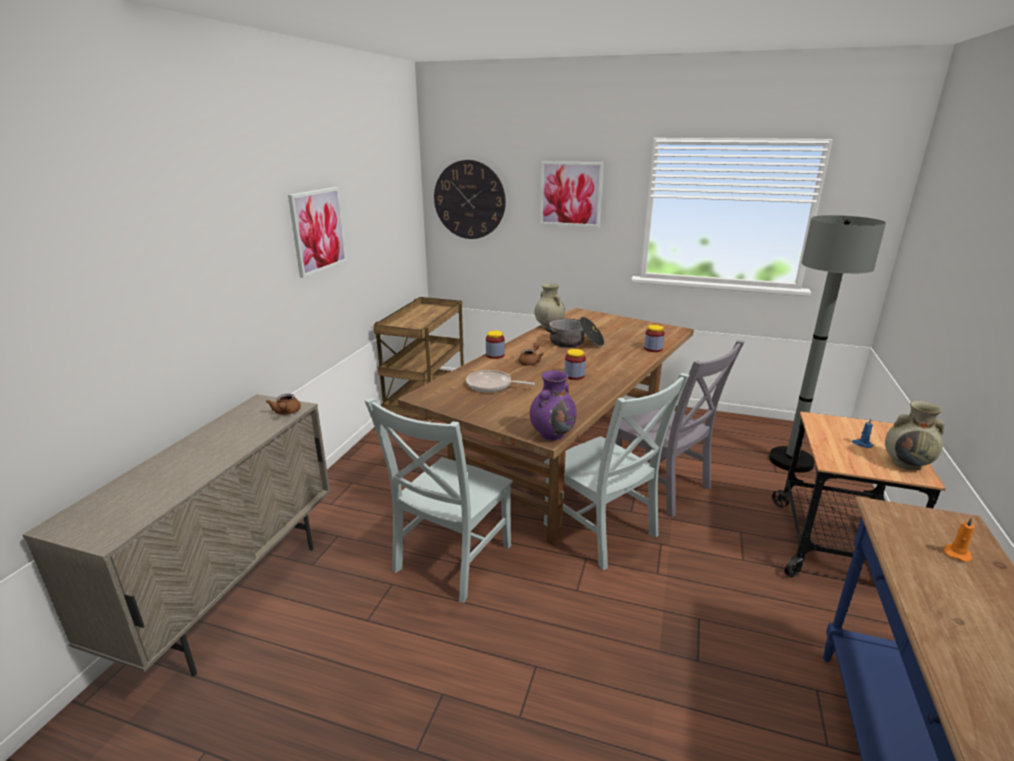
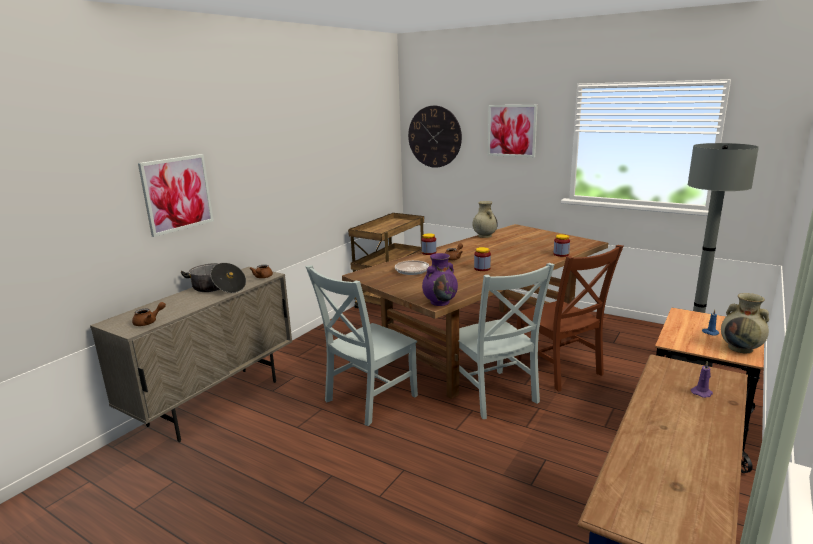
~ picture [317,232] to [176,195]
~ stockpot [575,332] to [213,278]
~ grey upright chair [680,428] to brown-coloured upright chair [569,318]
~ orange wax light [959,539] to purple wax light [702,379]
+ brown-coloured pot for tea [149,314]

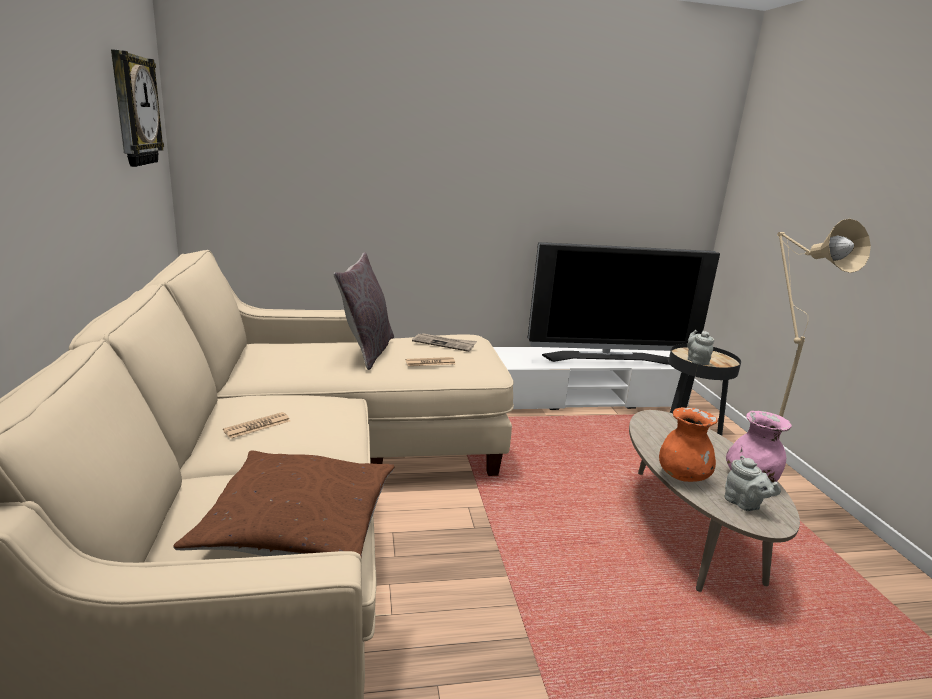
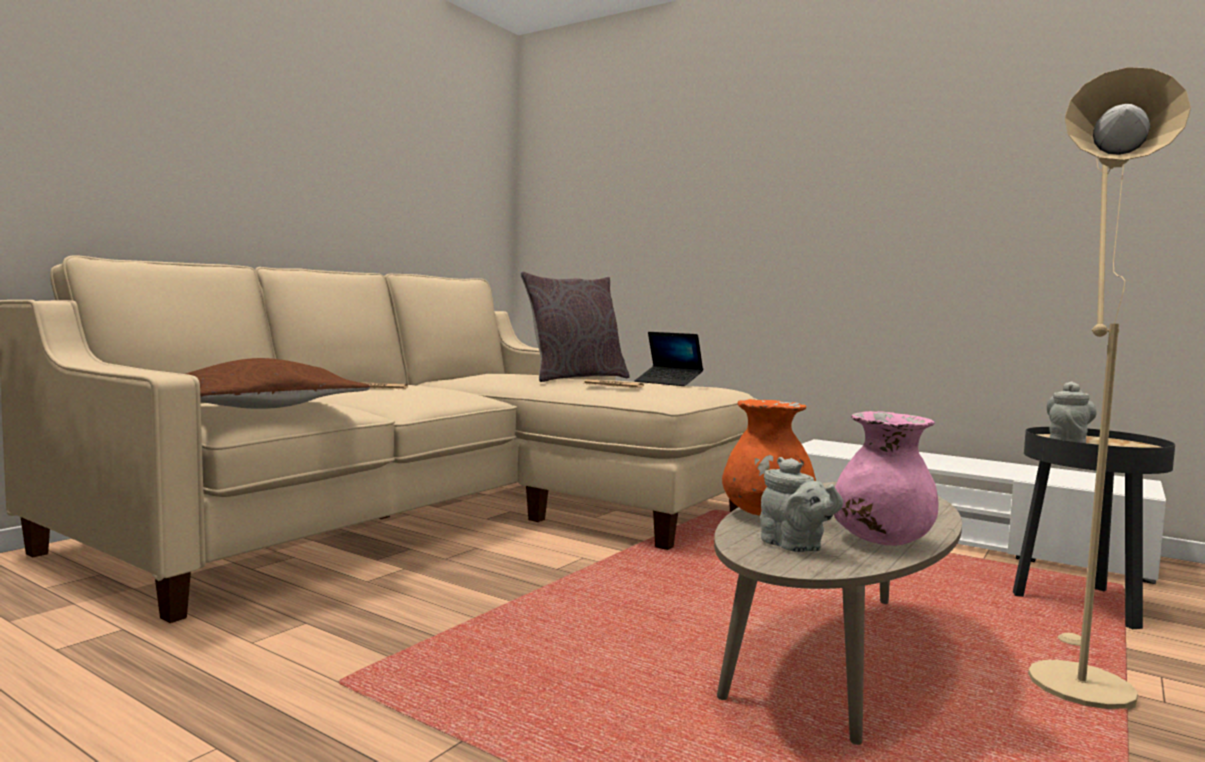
- clock on the wall [137,108]
- television [624,303]
~ daily paper [444,342] to laptop [669,359]
~ grey pot for tea [752,483] = [801,504] 45 degrees counterclockwise

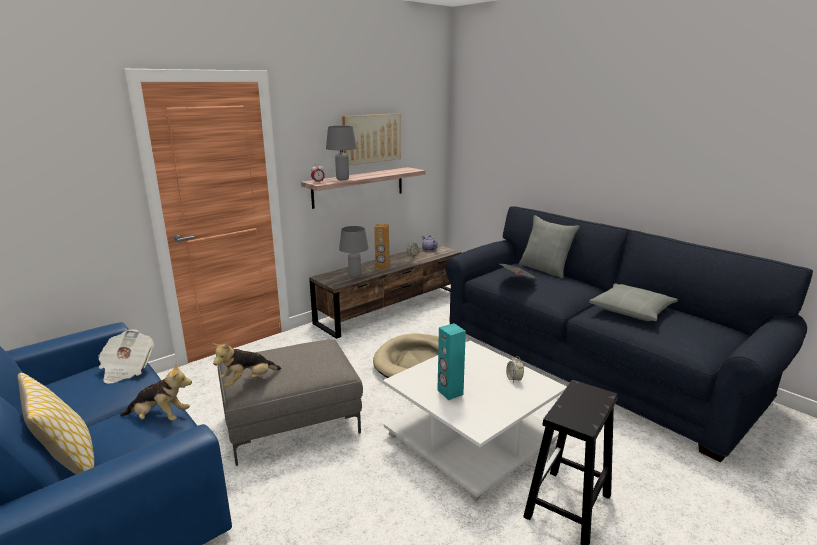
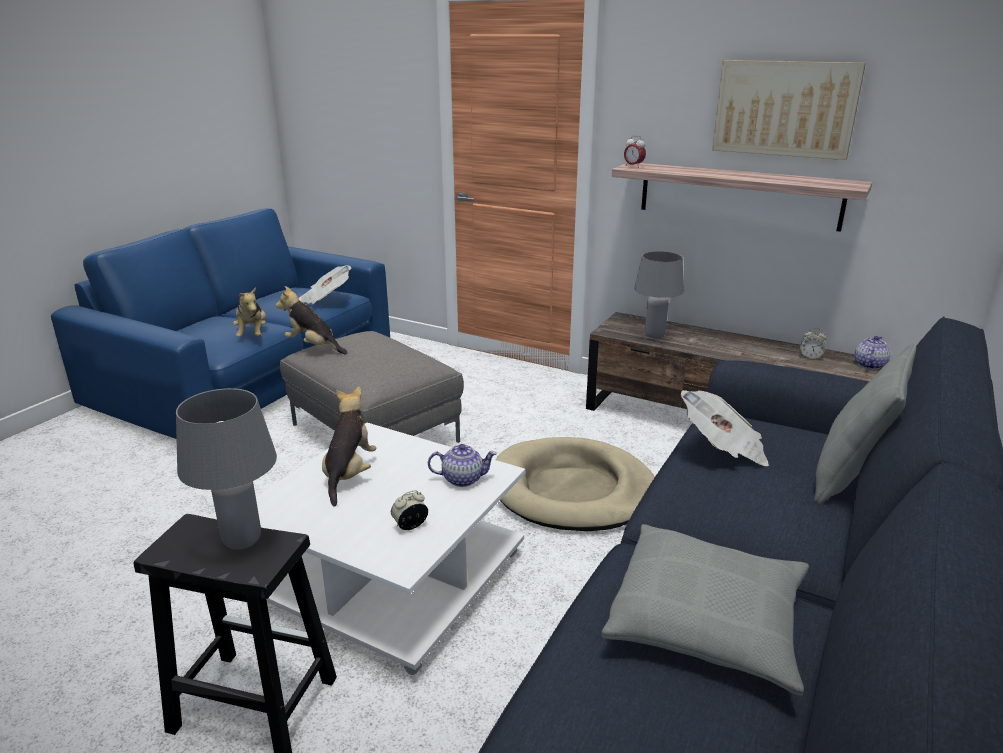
~ grey table lamp [341,153] to [226,468]
- brown-coloured loudspeaker [382,247]
~ blue-green loudspeaker [451,361] to plush toy [349,446]
- throw pillow [55,423]
+ pot for tea [462,465]

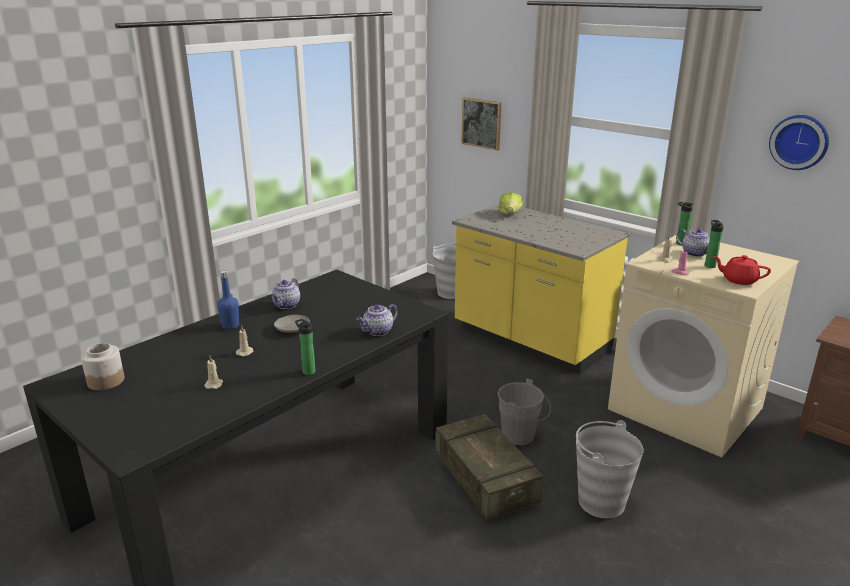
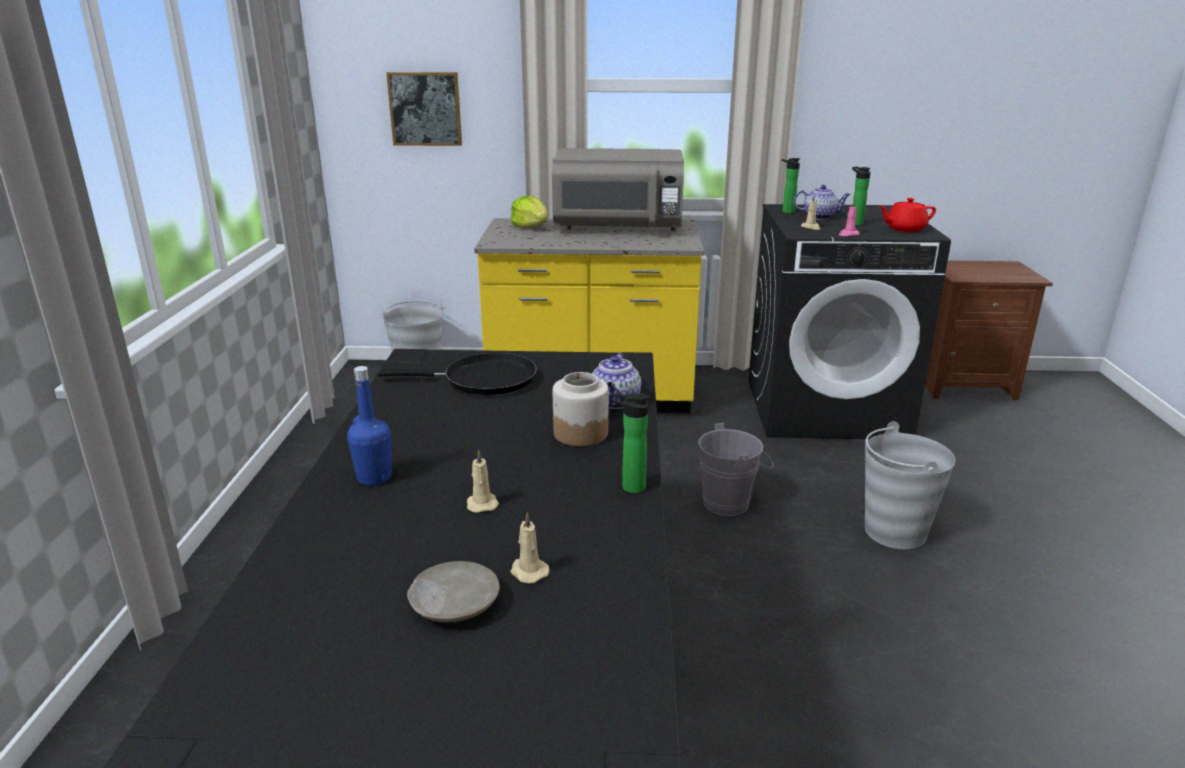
- clock on the wall [799,142]
~ beige-coloured laundry appliance [703,345] to black laundry appliance [849,321]
- pot for tea [286,293]
~ beige-coloured flat dish [292,324] to [453,592]
~ storage jar [103,366] to [581,409]
- shipping crate [489,467]
+ grey microwave [618,189]
+ black frying pan [457,374]

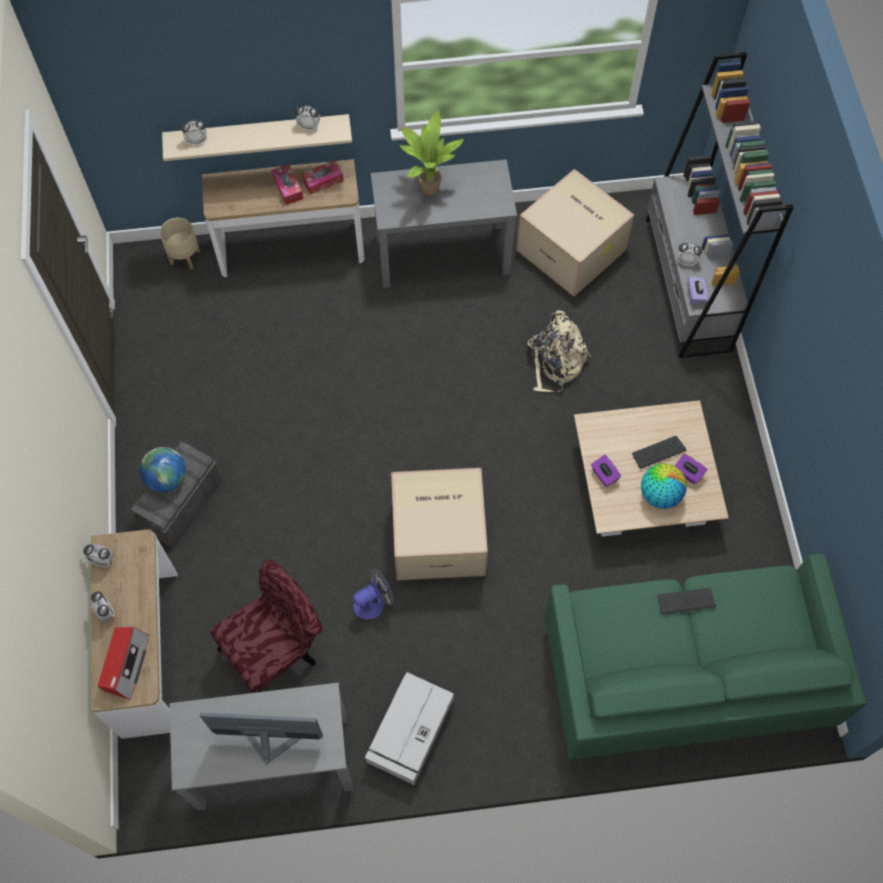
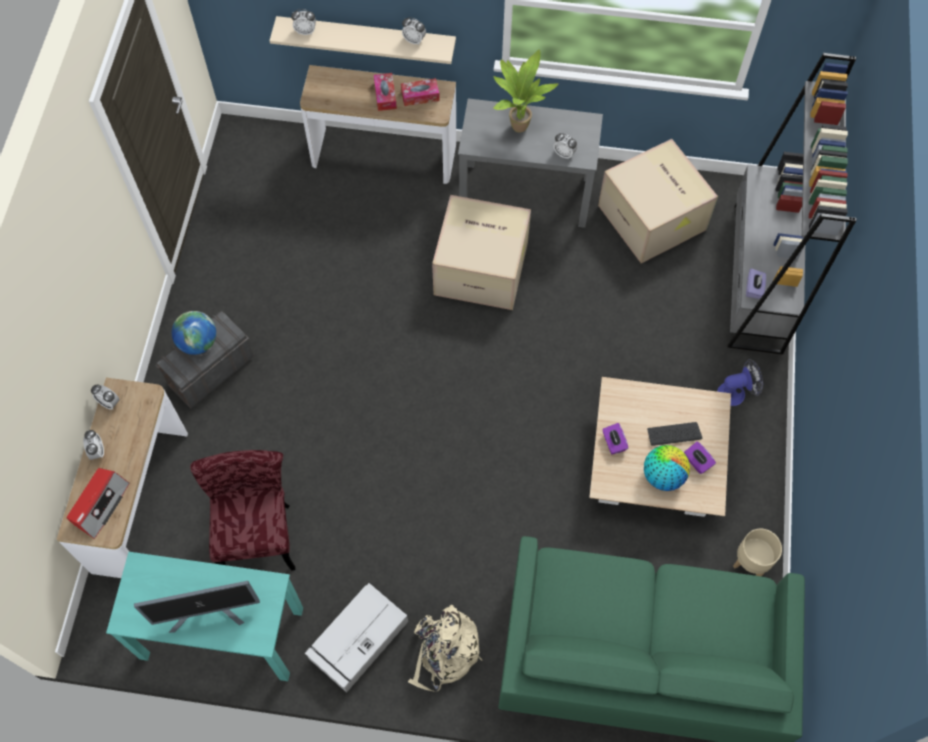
~ beige-coloured plant pot [180,243] to [757,553]
~ bedside clock [689,254] to [565,145]
~ beige-coloured rucksack [559,351] to [445,648]
~ carton [439,524] to [481,252]
~ red upright chair [266,626] = [242,510] 75 degrees counterclockwise
~ cooling fan [373,594] to [740,382]
- computer keyboard [686,601]
~ grey desk table [261,746] to blue-green desk table [204,616]
~ computer screen [261,739] = [197,607] 150 degrees clockwise

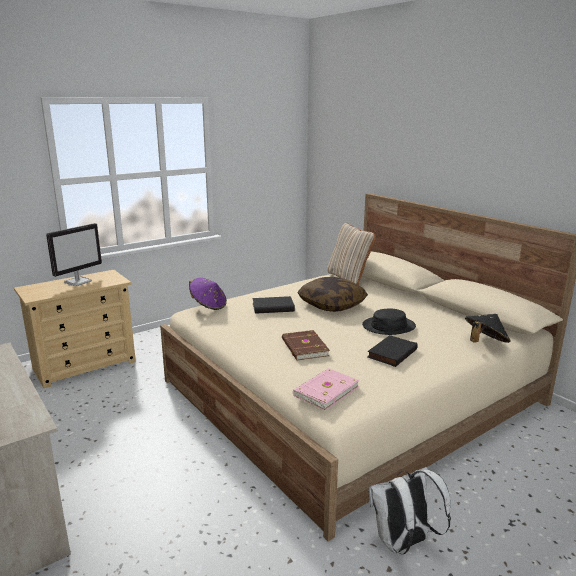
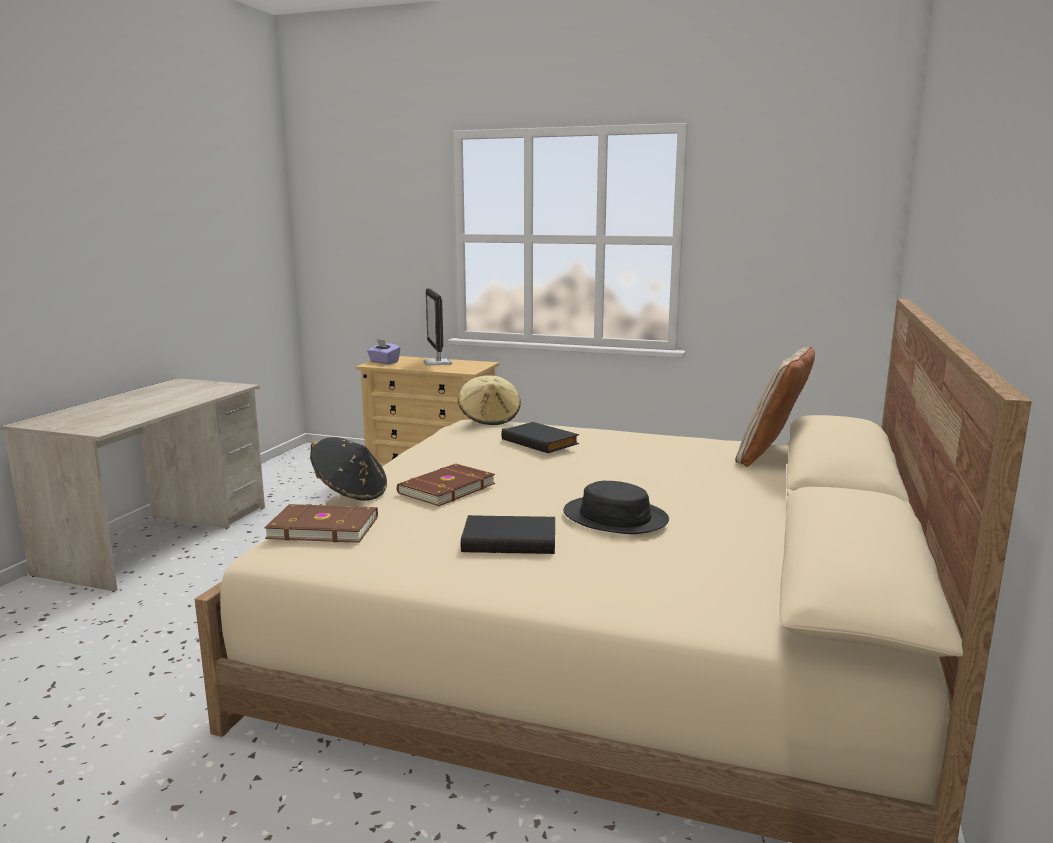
~ computer screen [74,254] = [438,327] 75 degrees clockwise
- throw pillow [332,294]
~ purple hat [208,294] to beige-coloured hat [489,400]
~ black hat [488,328] to [348,469]
~ pinkish bound book [326,389] to brown-coloured bound book [321,523]
- whitish rucksack [410,510]
+ purple tissue holder [384,351]

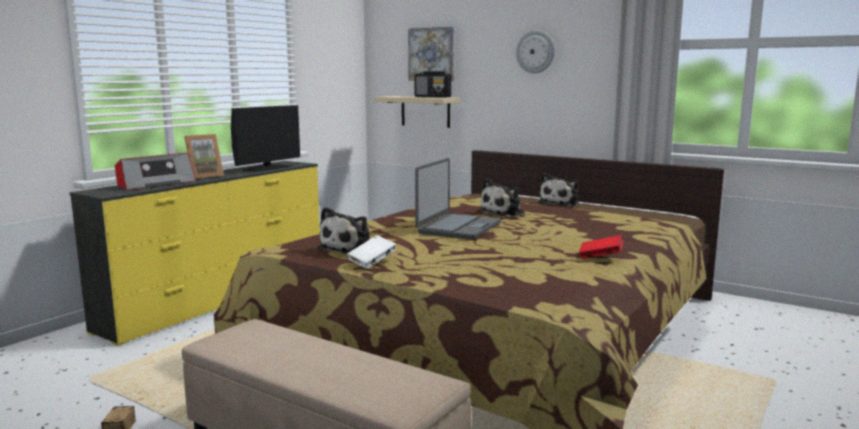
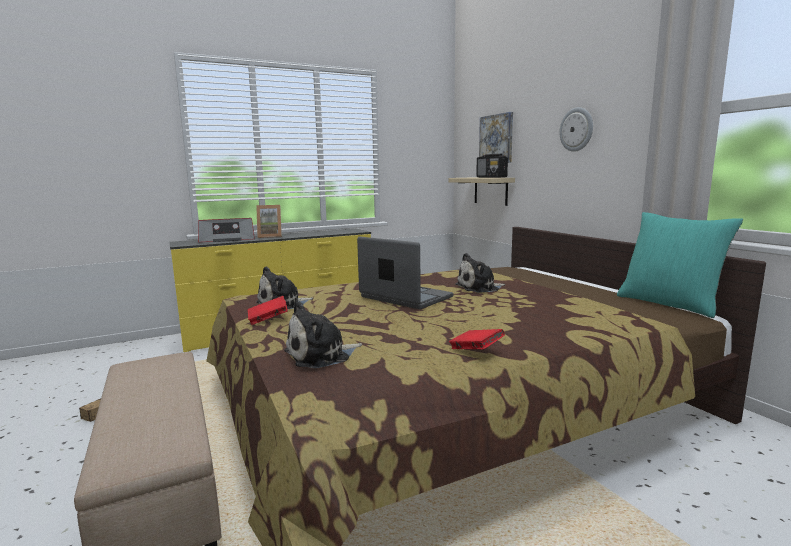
- computer screen [265,138]
~ laptop [458,199] = [405,273] 105 degrees counterclockwise
~ plush toy [558,189] to [323,334]
~ whitish bound book [371,252] to red bound book [268,310]
+ blue-green throw pillow [680,265]

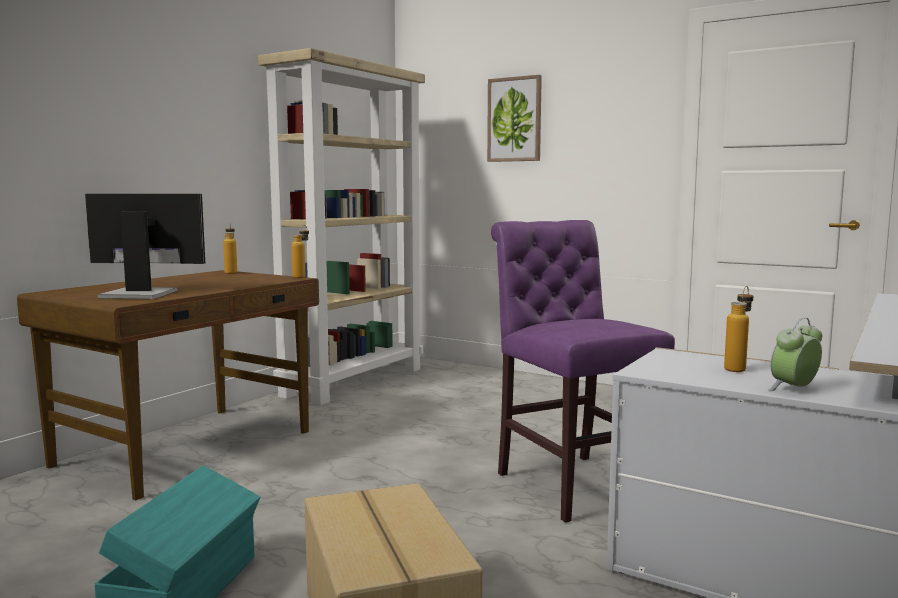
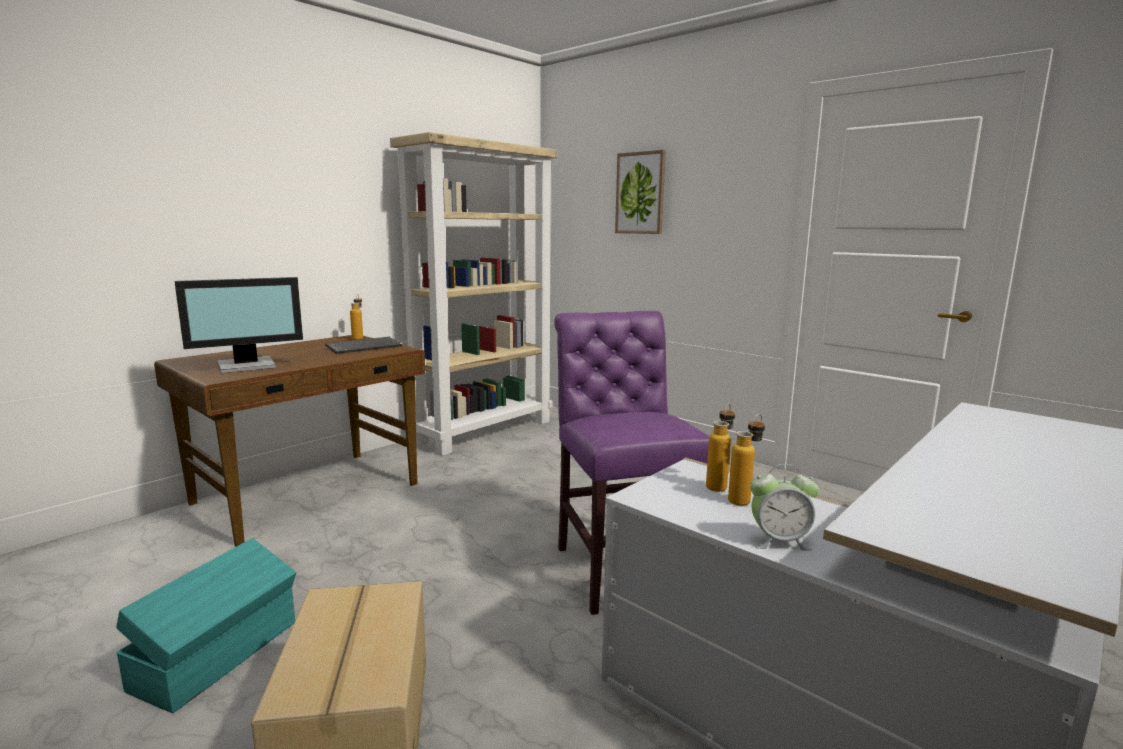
~ computer screen [145,246] = [238,325] 135 degrees clockwise
~ drink bottle [300,251] to [720,447]
~ bedside clock [794,354] = [784,507] 150 degrees counterclockwise
+ computer keyboard [363,345]

